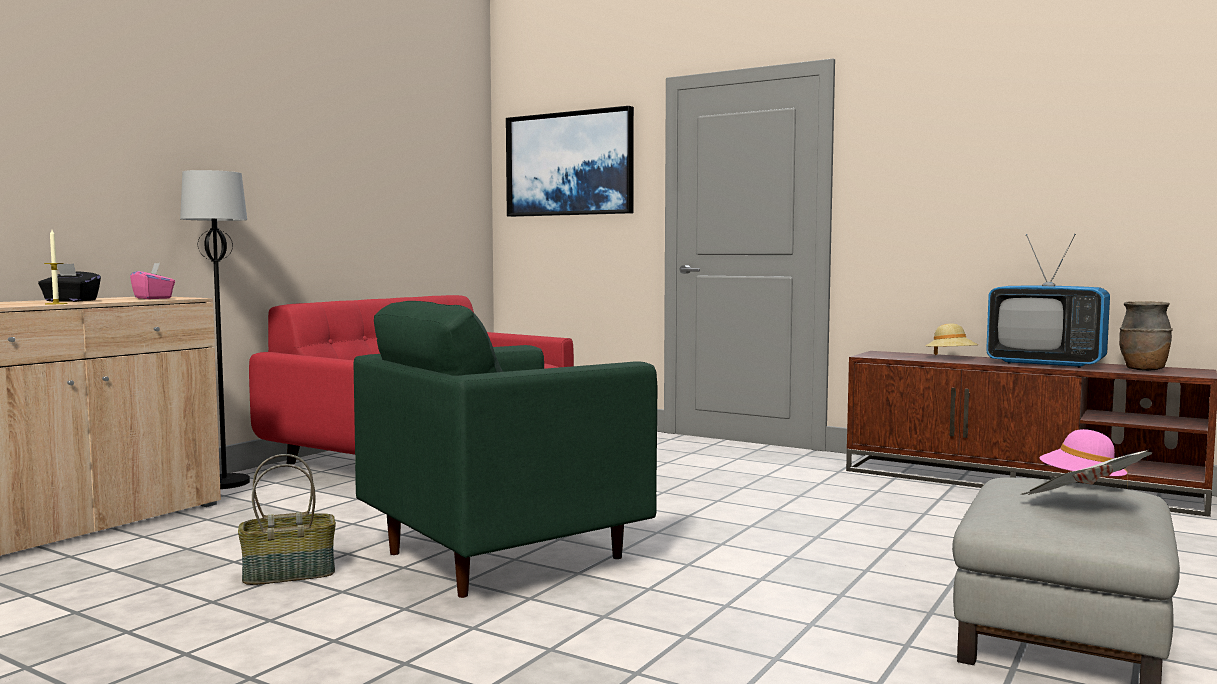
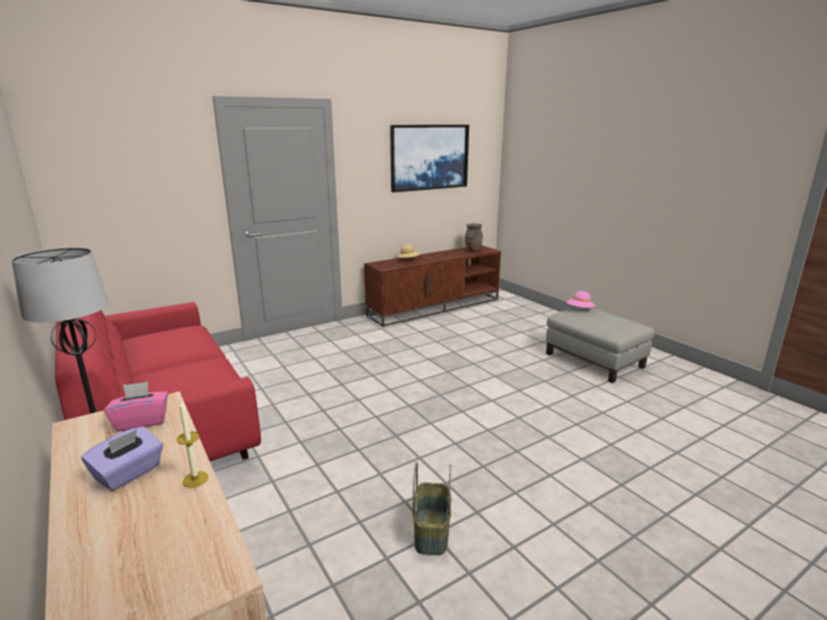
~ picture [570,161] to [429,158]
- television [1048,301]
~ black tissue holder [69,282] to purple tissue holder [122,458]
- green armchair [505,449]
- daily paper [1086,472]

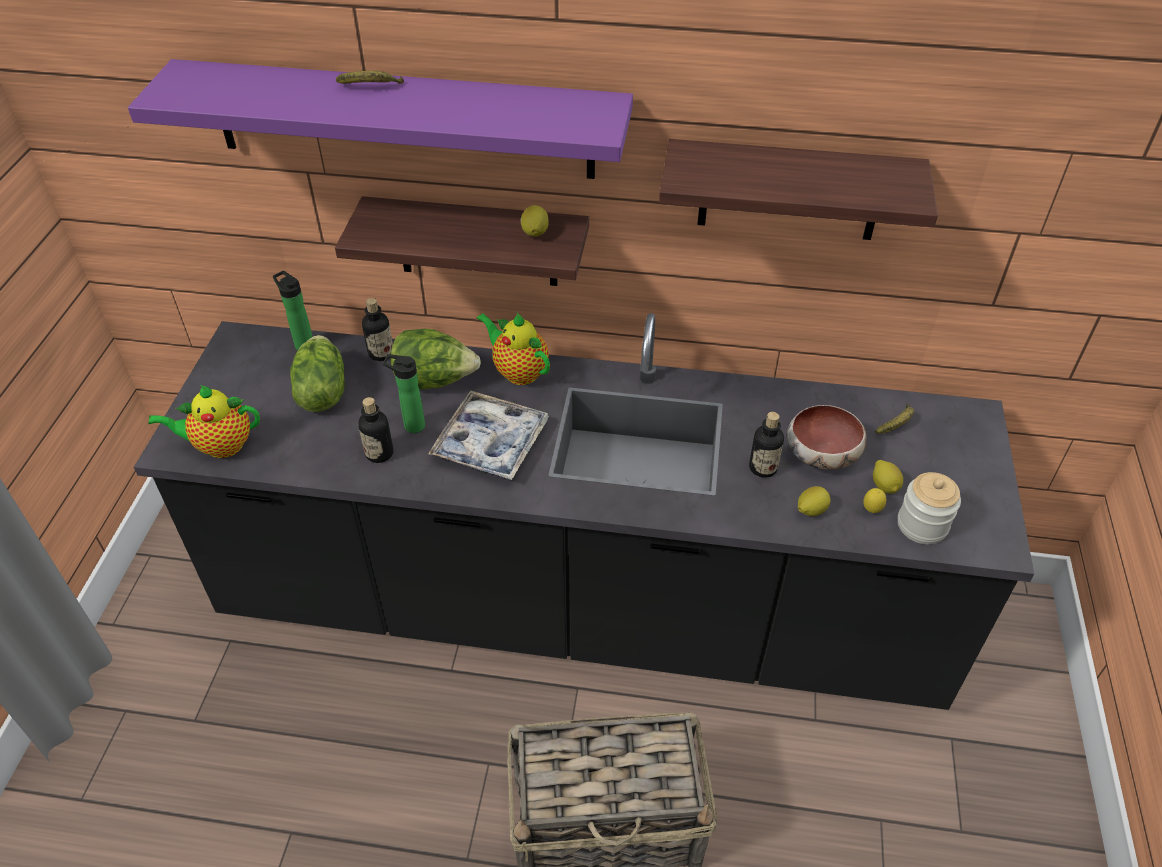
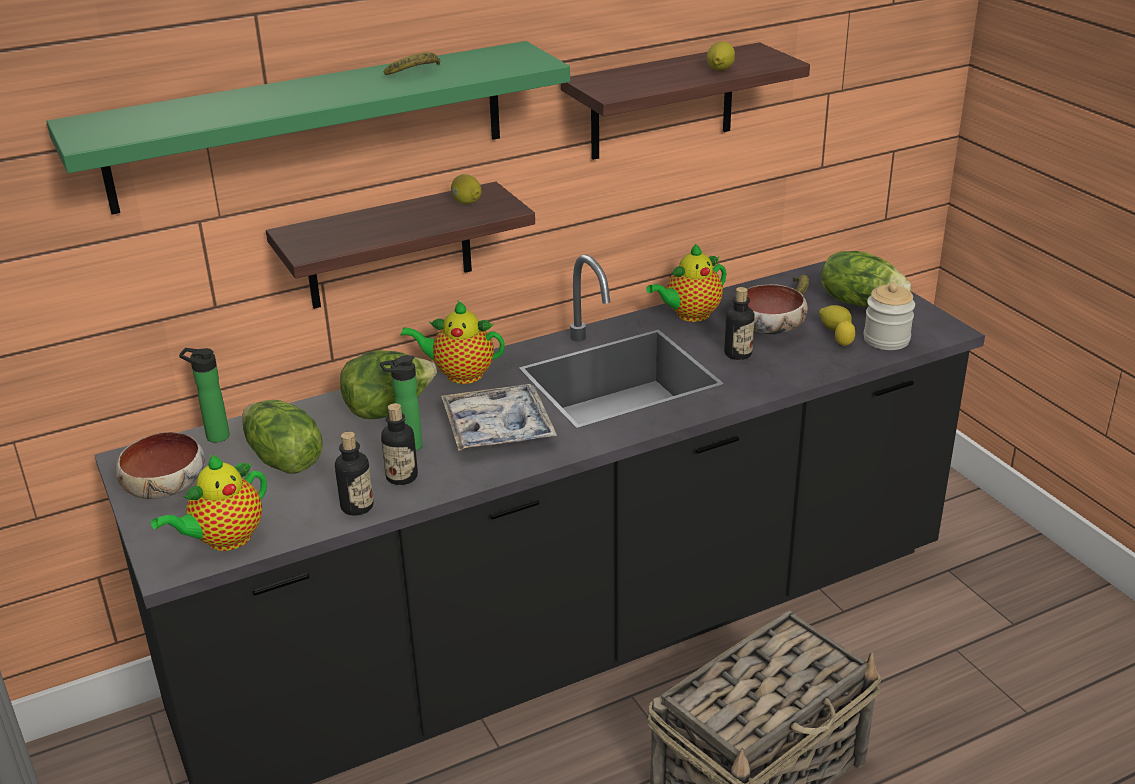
~ purple bracket shelf [380,119] to green bracket shelf [308,128]
~ banana fruit [370,77] to [411,63]
~ drink bottle [377,329] to [354,473]
~ lemon [814,501] to [721,56]
+ pot for tea [686,282]
+ lettuce [866,279]
+ bowl [160,465]

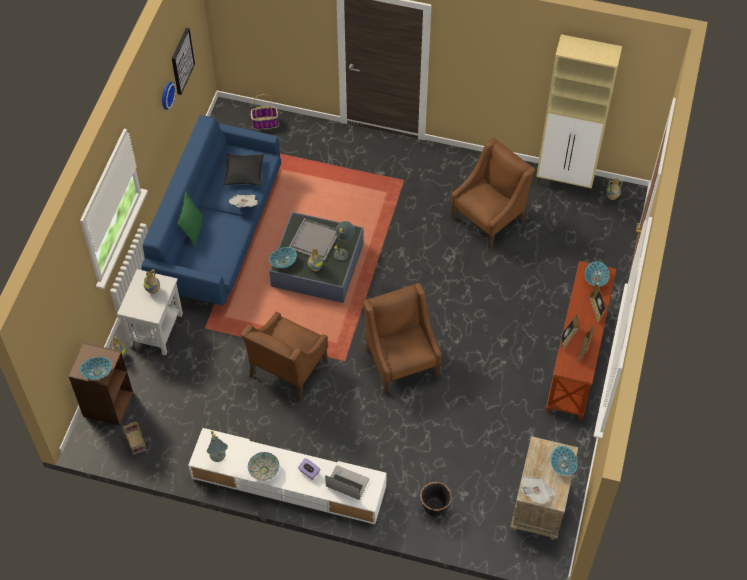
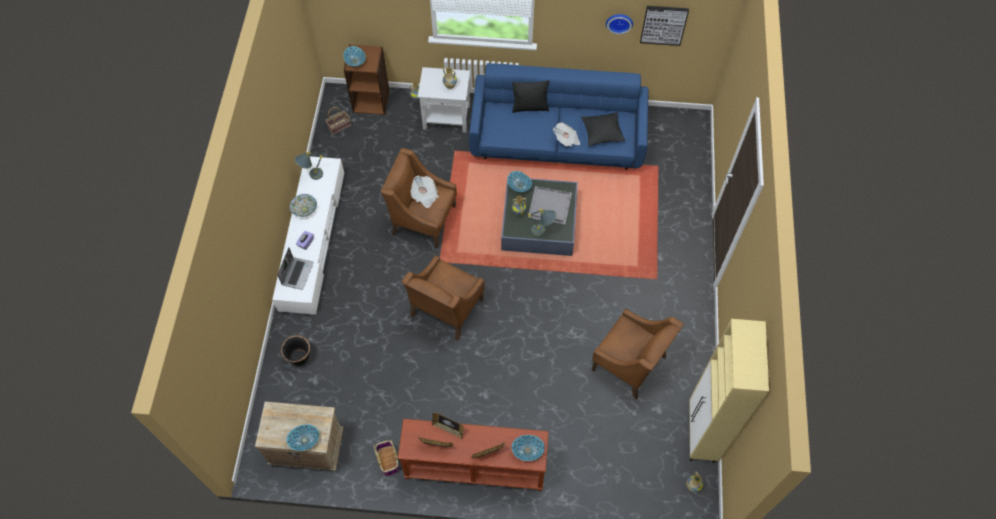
~ household basket [265,112] to [386,458]
~ green throw pillow [190,219] to black throw pillow [531,96]
~ brown-coloured armchair [402,338] = [443,298] 150 degrees clockwise
~ daily paper [538,490] to [425,191]

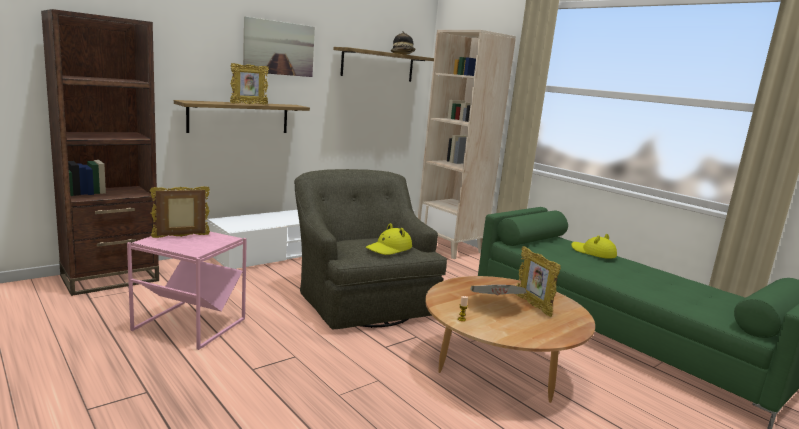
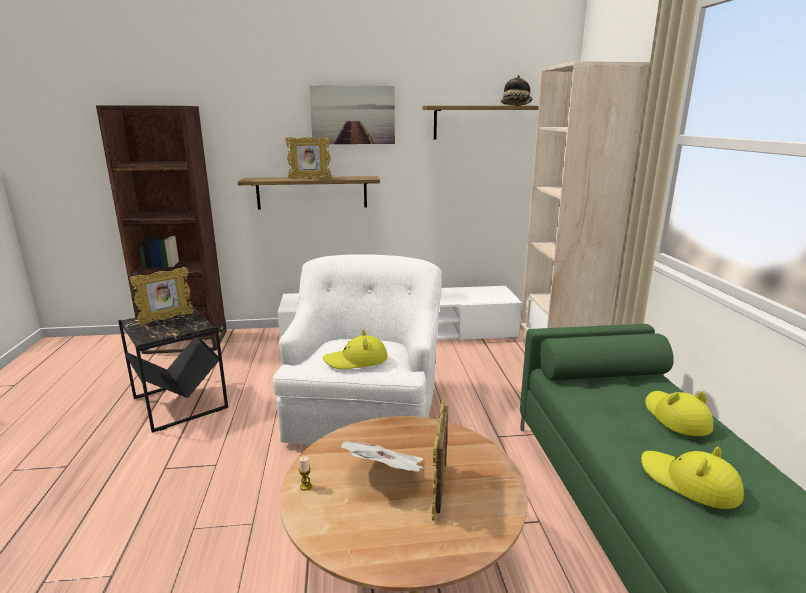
~ green armchair [370,249] to whitish armchair [357,349]
~ photo frame [180,212] = [162,296] 135 degrees clockwise
~ pinkish side table [187,291] to black side table [173,369]
+ yellow-coloured hat [692,477]

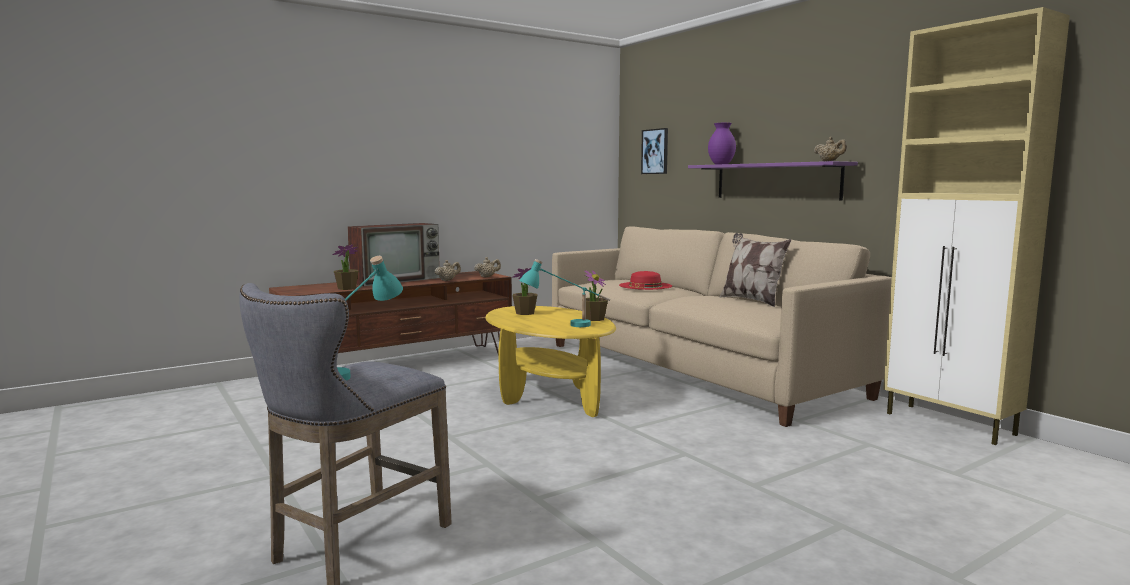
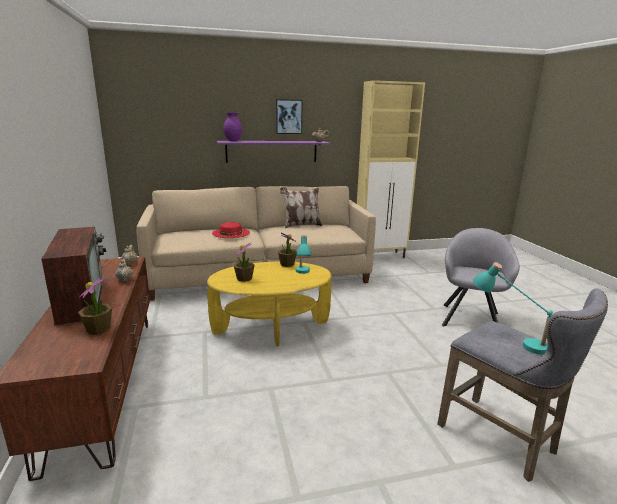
~ picture [654,151] to [289,116]
+ grey armchair [481,277]

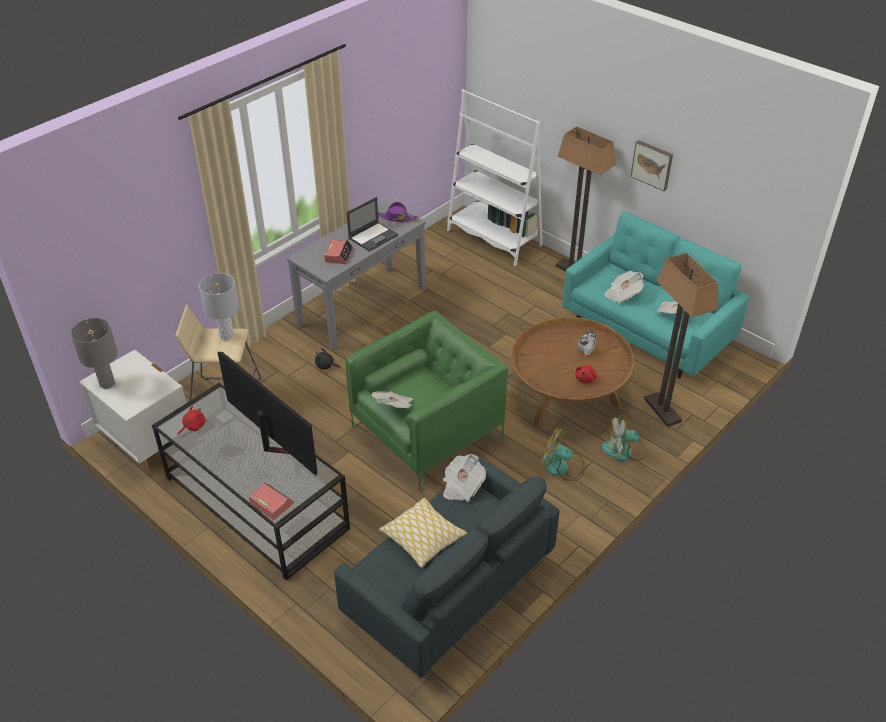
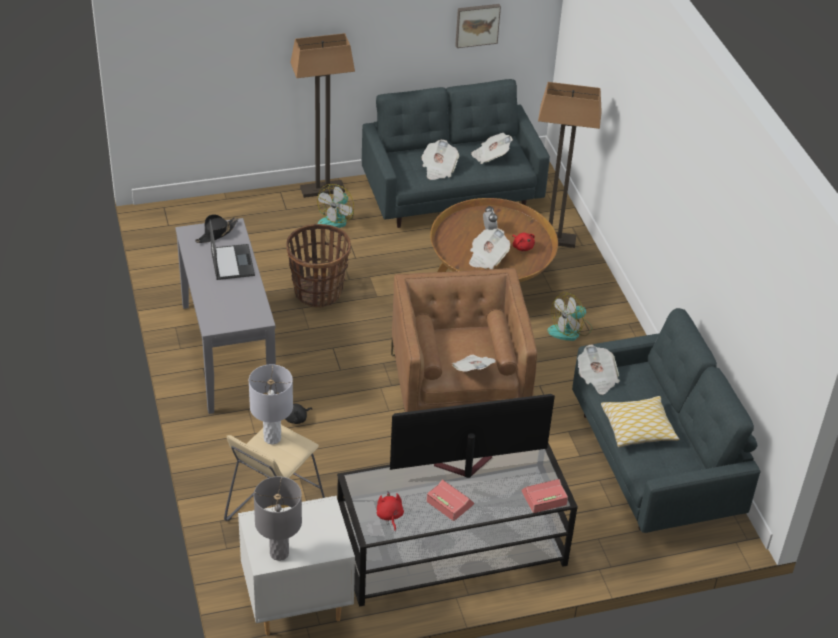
- whitish bookcase [495,177]
~ picture [652,165] to [478,26]
~ purple hat [398,212] to black hat [216,228]
~ blue-green sofa [655,295] to grey sofa [456,153]
~ bedside clock [338,251] to [450,500]
~ green armchair [426,401] to brown-coloured armchair [464,340]
~ cooling fan [624,438] to [335,206]
+ household basket [318,266]
+ daily paper [489,249]

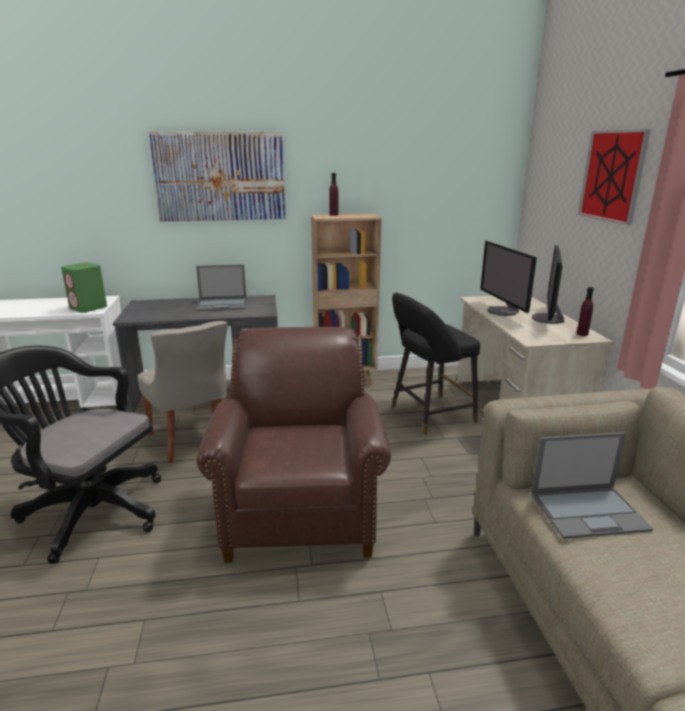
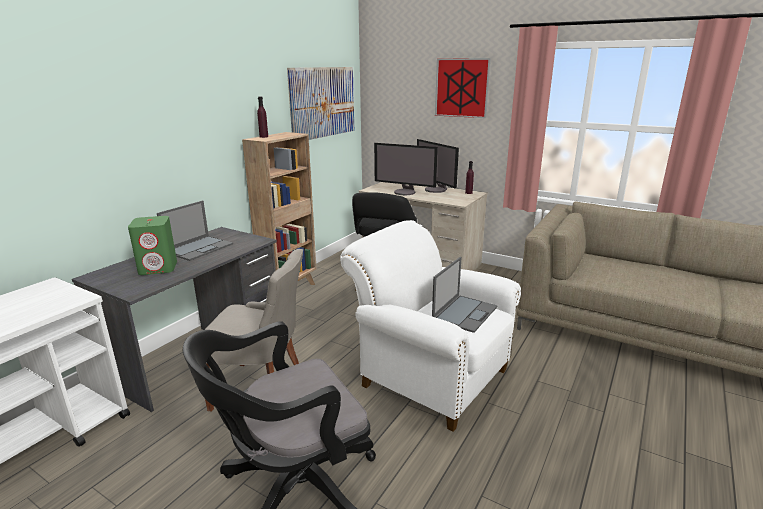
~ picture [216,176] to [320,103]
~ green loudspeaker [84,287] to [152,245]
~ brown-coloured armchair [293,445] to whitish armchair [430,326]
~ laptop [592,485] to [464,295]

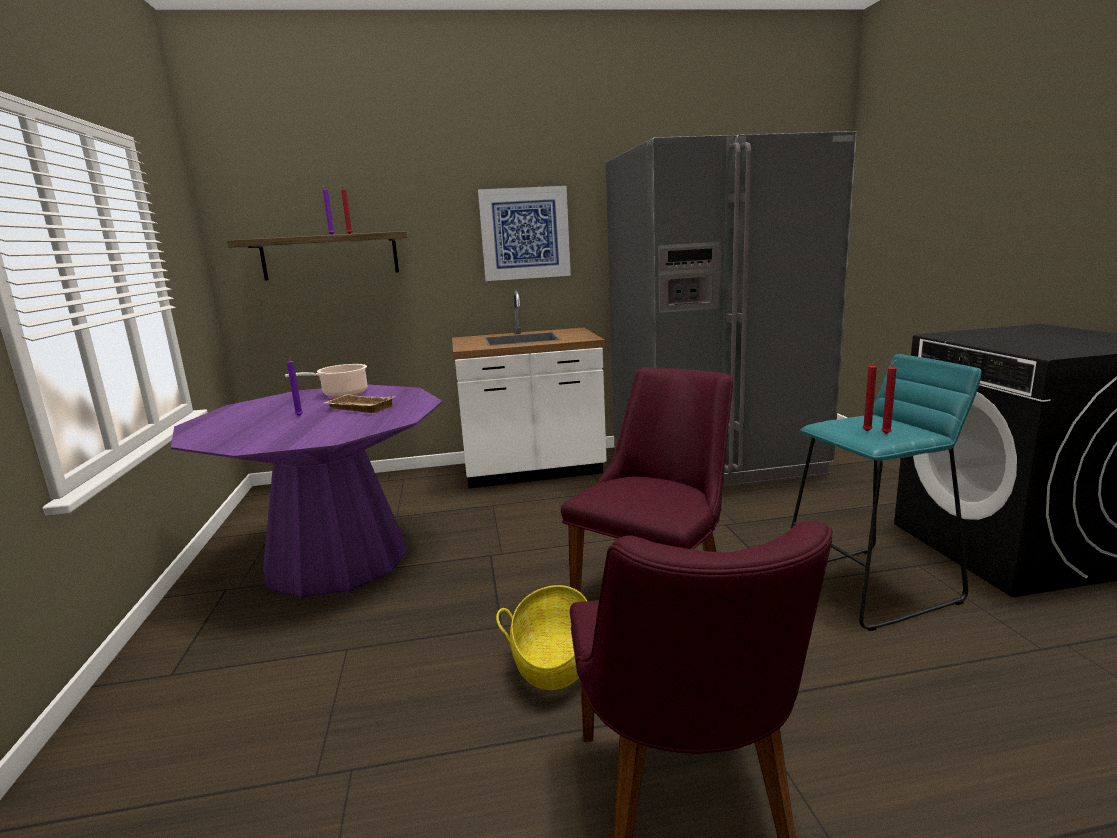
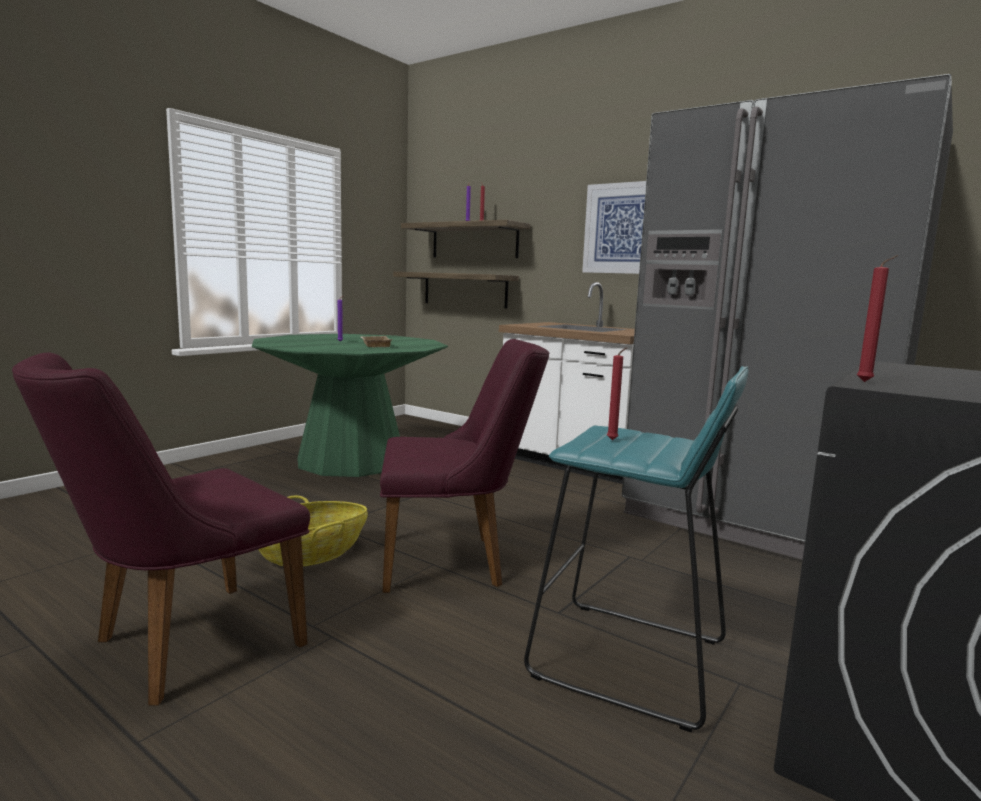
~ red wax light [889,396] to [877,318]
- stockpot [326,380]
~ purple dining table [307,491] to green dining table [350,405]
+ bracket shelf [456,290]

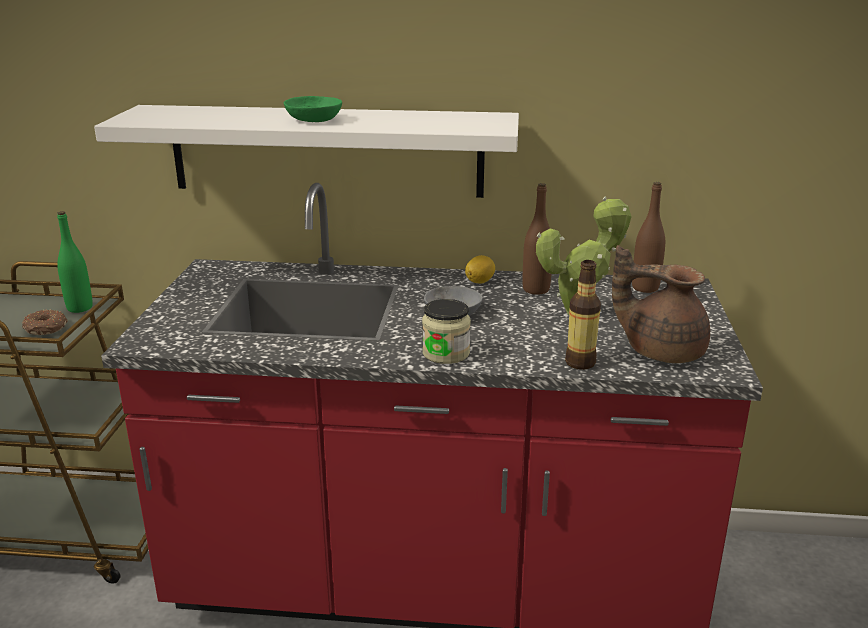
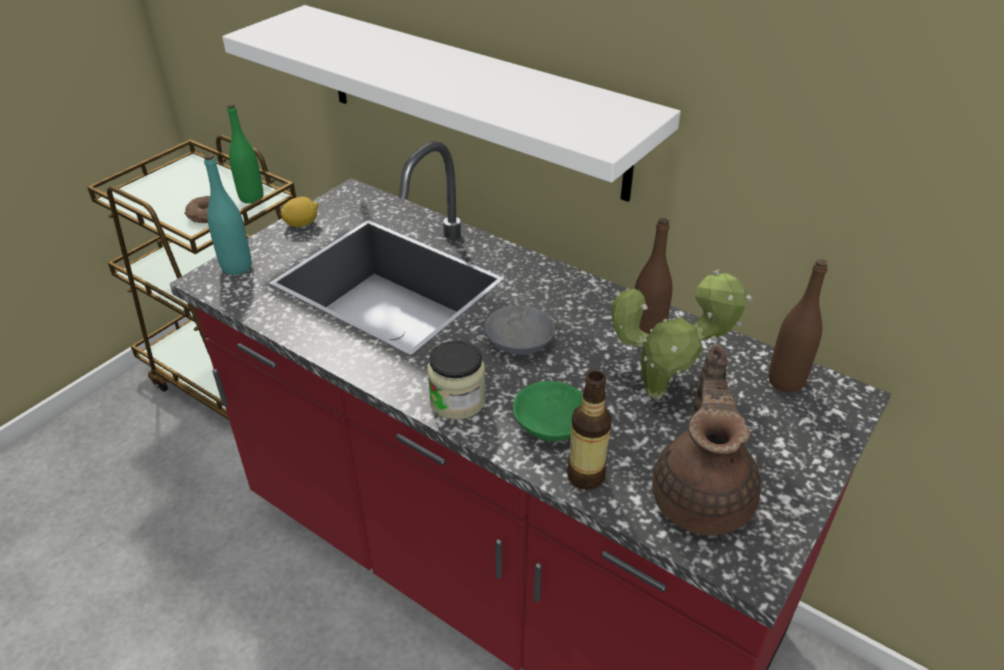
~ green bowl [313,109] to [548,411]
~ brown-coloured pot for tea [661,304] = [706,440] 45 degrees clockwise
~ lemon [480,269] to [299,212]
+ blue-green drink bottle [228,214]

